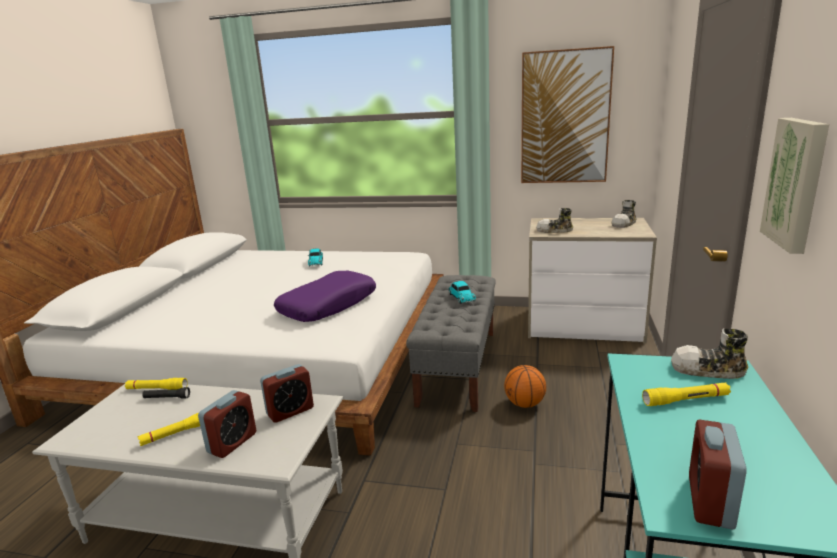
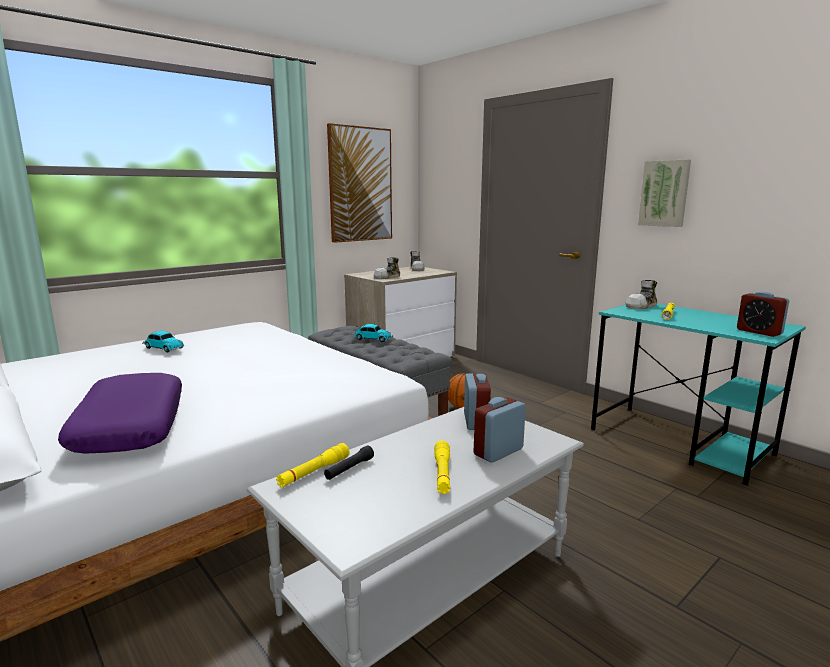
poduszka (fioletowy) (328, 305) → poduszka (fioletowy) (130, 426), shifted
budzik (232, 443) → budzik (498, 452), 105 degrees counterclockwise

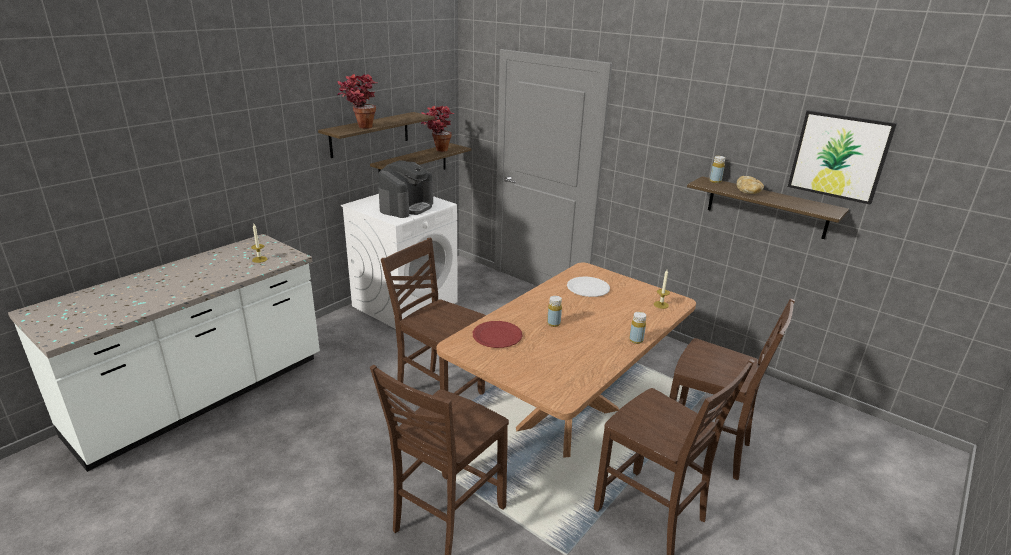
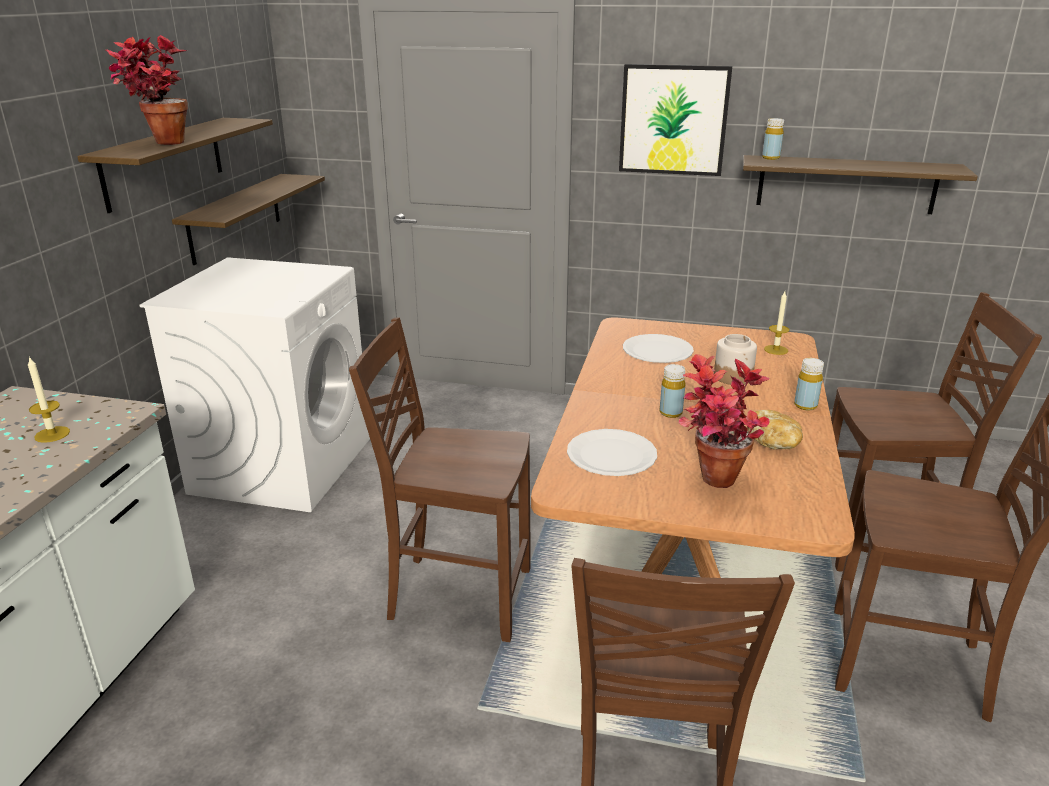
roślina doniczkowa (437, 150) → roślina doniczkowa (712, 485), shifted
obraz (839, 156) → obraz (673, 120), shifted
ekspres do kawy (407, 207) → -
chleb (748, 192) → chleb (773, 442), shifted
talerz (czerwony) (497, 336) → talerz (biały) (611, 455)
- → słoik (733, 377)

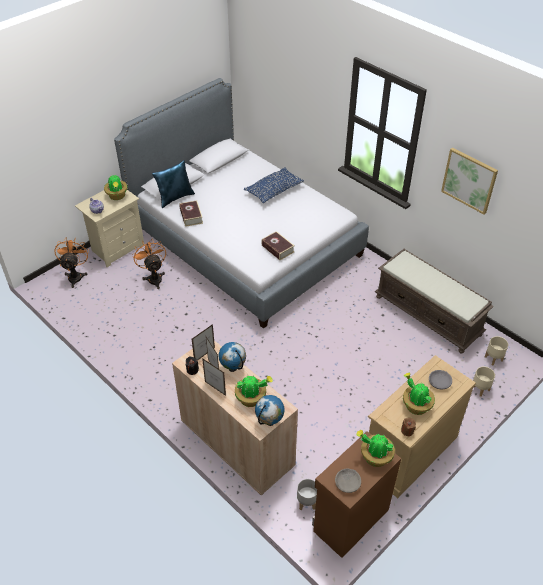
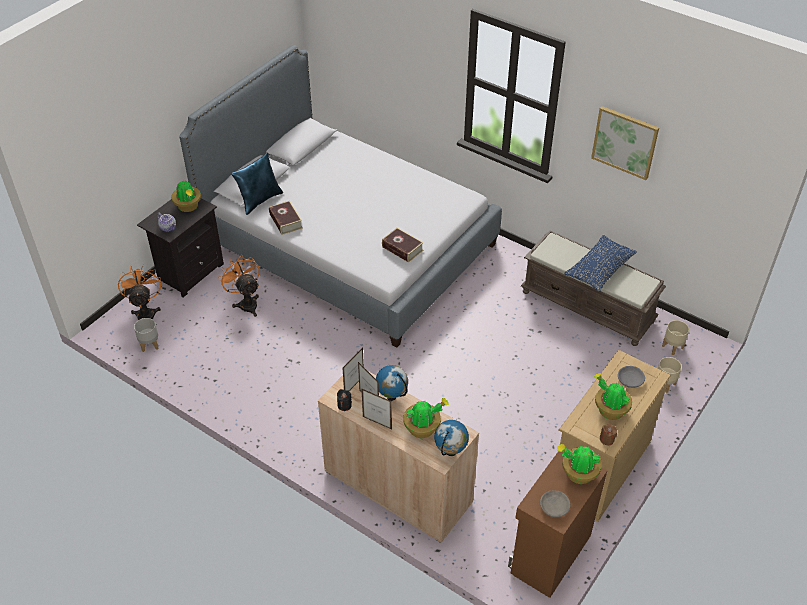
poduszka (niebieski) (274, 190) → poduszka (niebieski) (599, 269), shifted
szafka nocna (beżowy) (116, 248) → szafka nocna (czarny) (189, 272)
donica (szary) (306, 502) → donica (szary) (149, 344), shifted

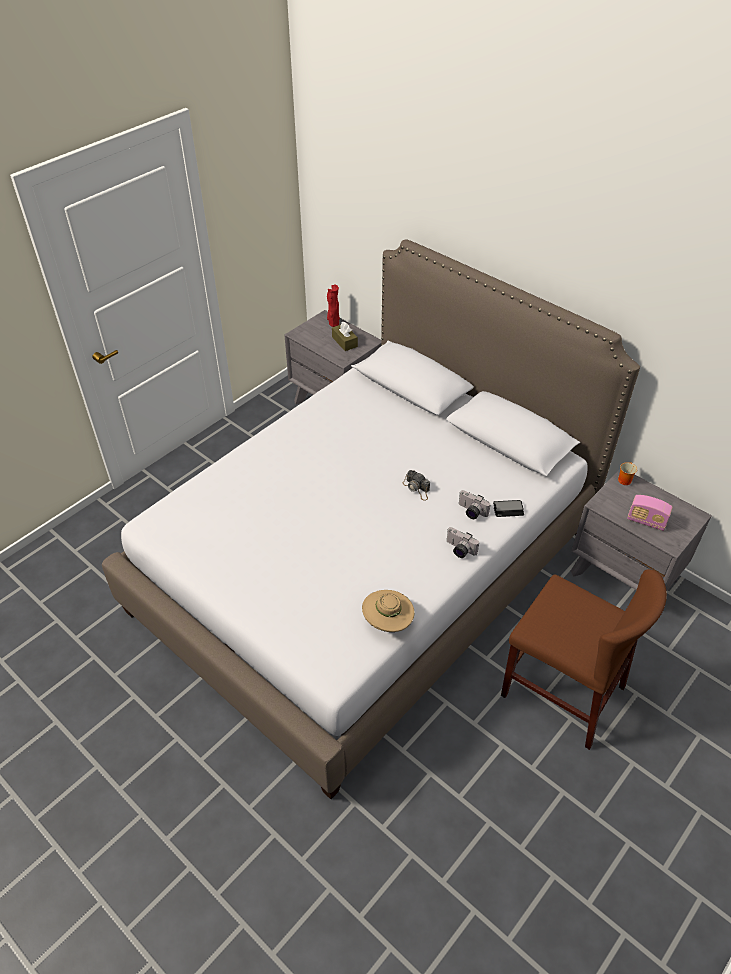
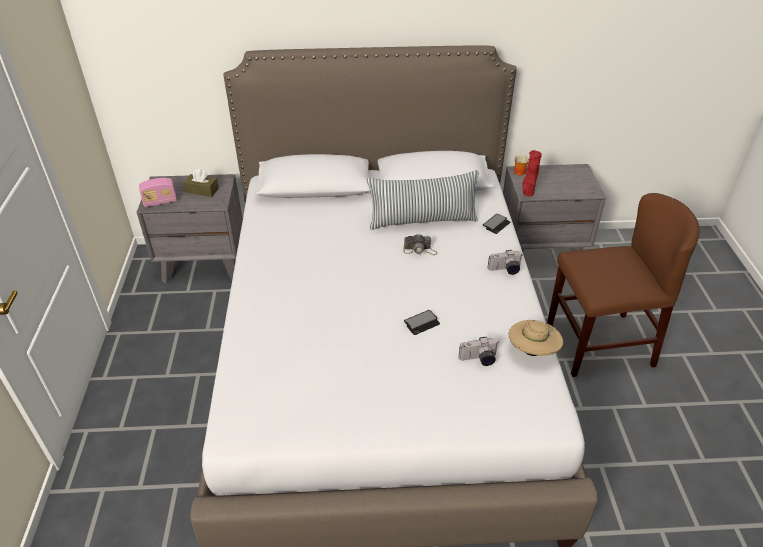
wazon (czerwony) (333, 324) → wazon (czerwony) (527, 193), shifted
aparat fotograficzny (471, 512) → aparat fotograficzny (479, 359), shifted
radio (646, 521) → radio (160, 202), shifted
- → poduszka (422, 220)
- → telefon (422, 323)

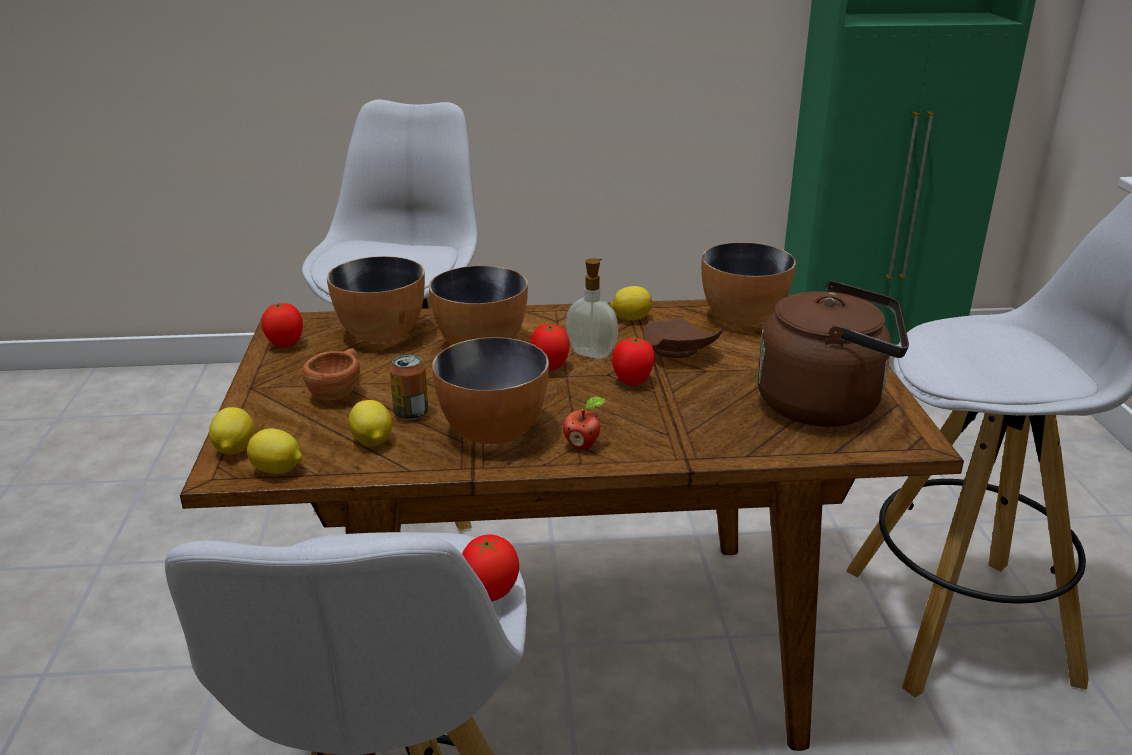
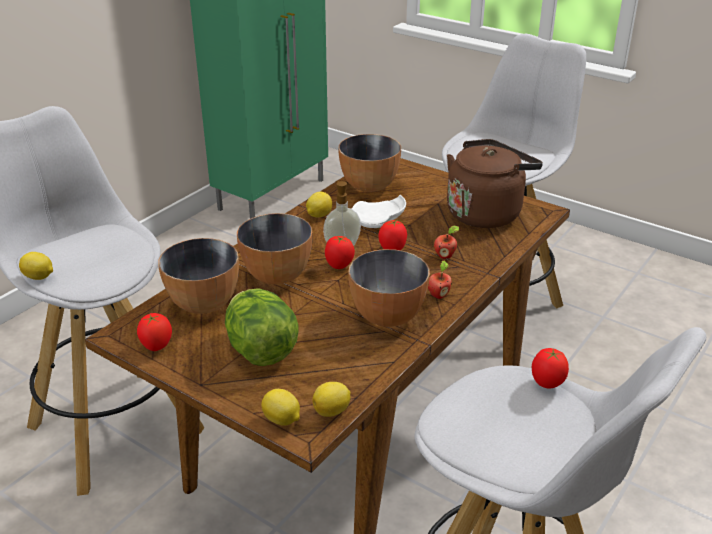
talerz (brązowy) (677, 352) → talerz (biały) (378, 222)
filiżanka (brązowy) (339, 392) → sałata (261, 350)
puszka (411, 413) → -
cytryna (372, 441) → cytryna (39, 277), shifted
- → jabłko (445, 256)

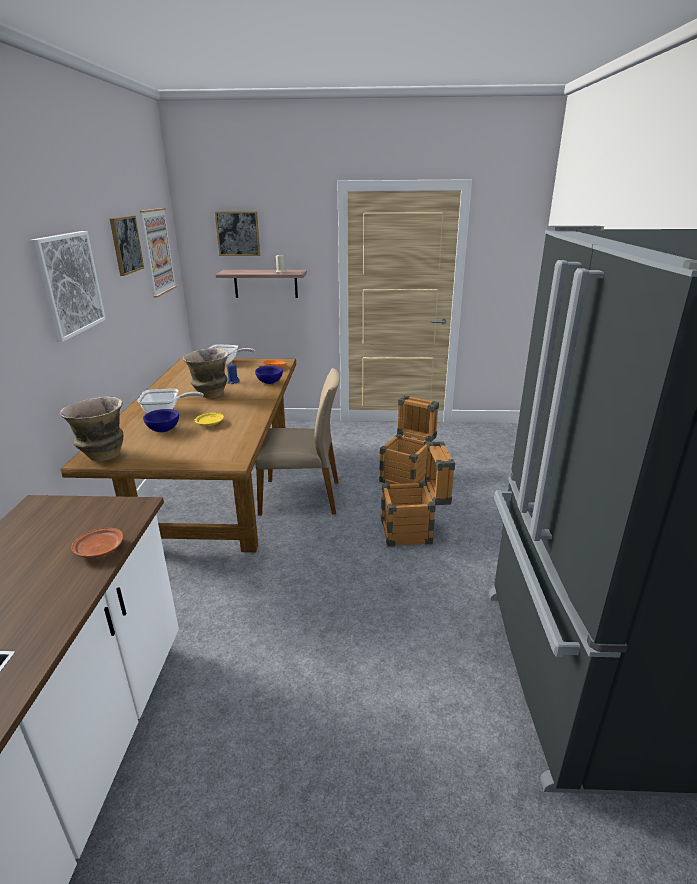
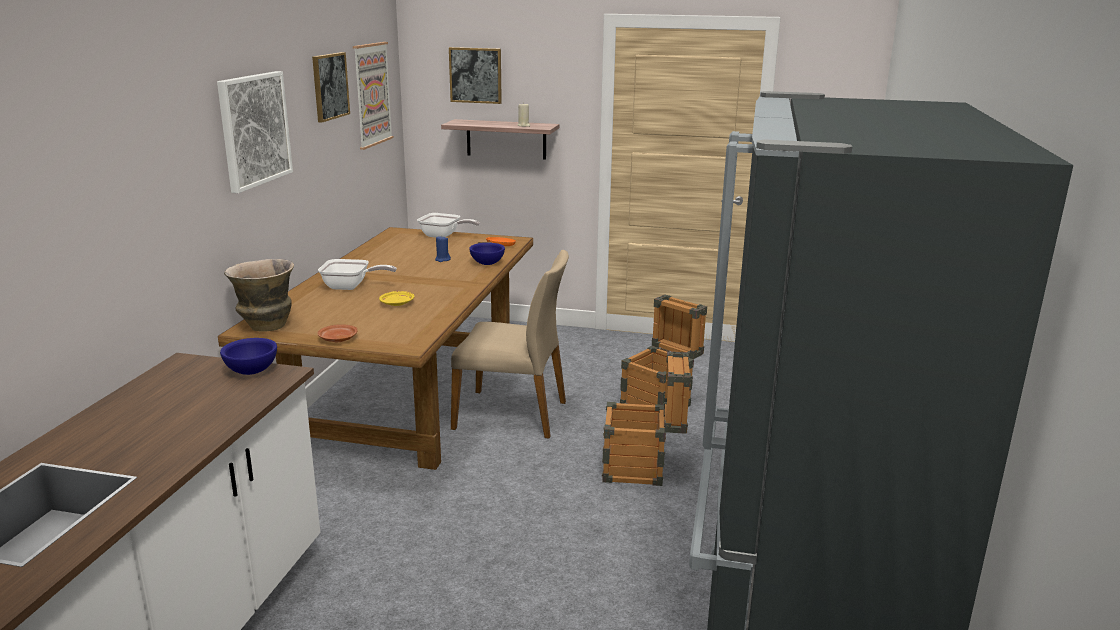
wazon (211, 395) → -
miska (niebieski) (163, 430) → miska (niebieski) (251, 371), shifted
talerz (brązowy) (99, 550) → talerz (brązowy) (337, 339), shifted

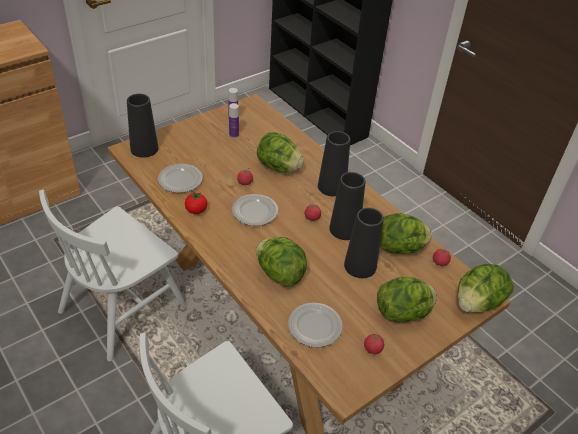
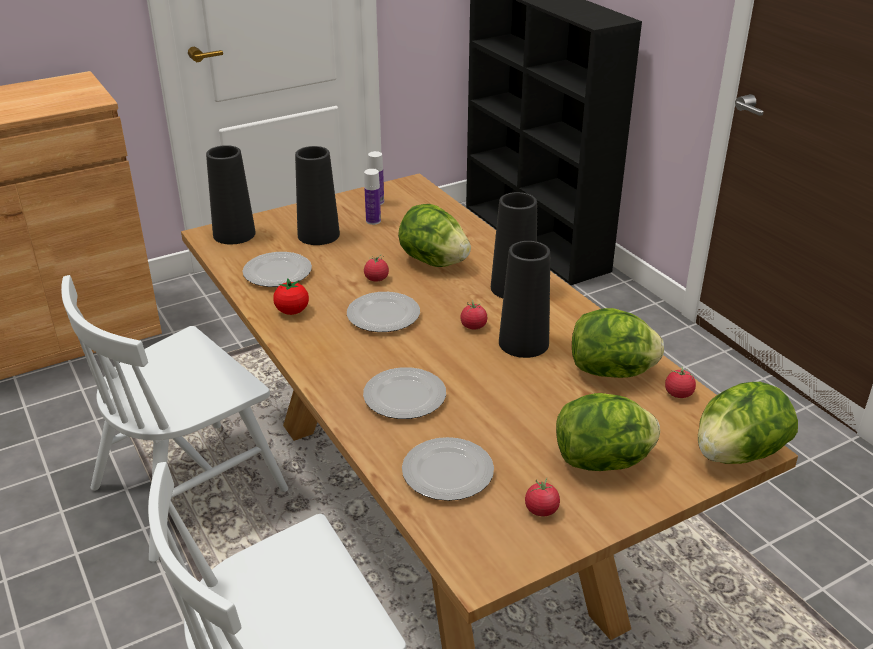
wazon (czarny) (360, 266) → wazon (czarny) (318, 235), shifted
sałata (279, 274) → talerz (404, 397)

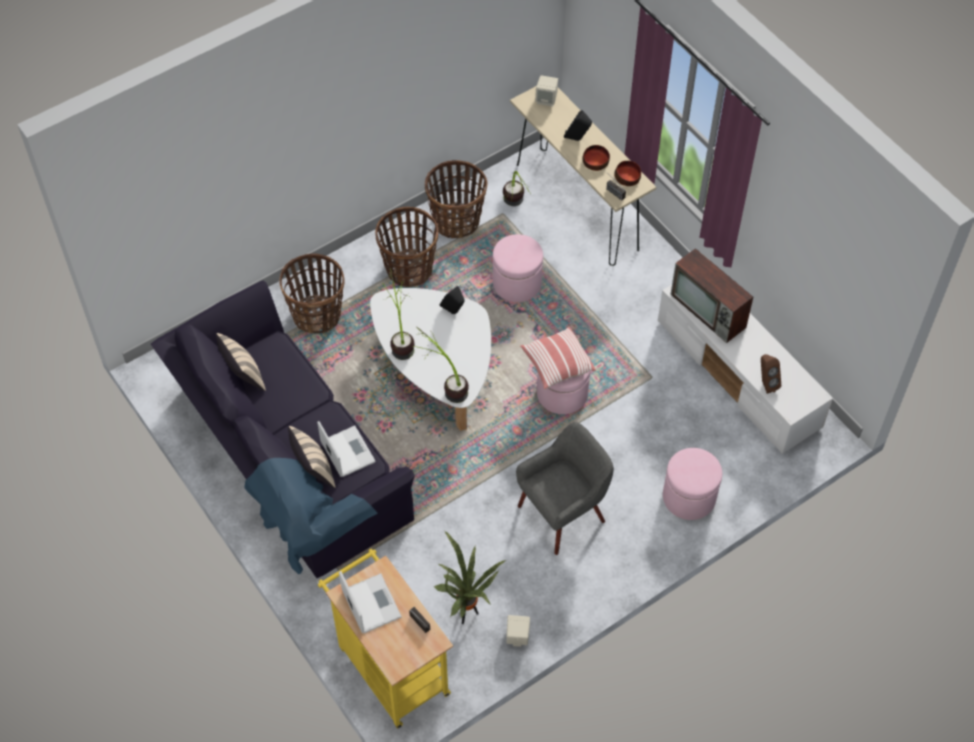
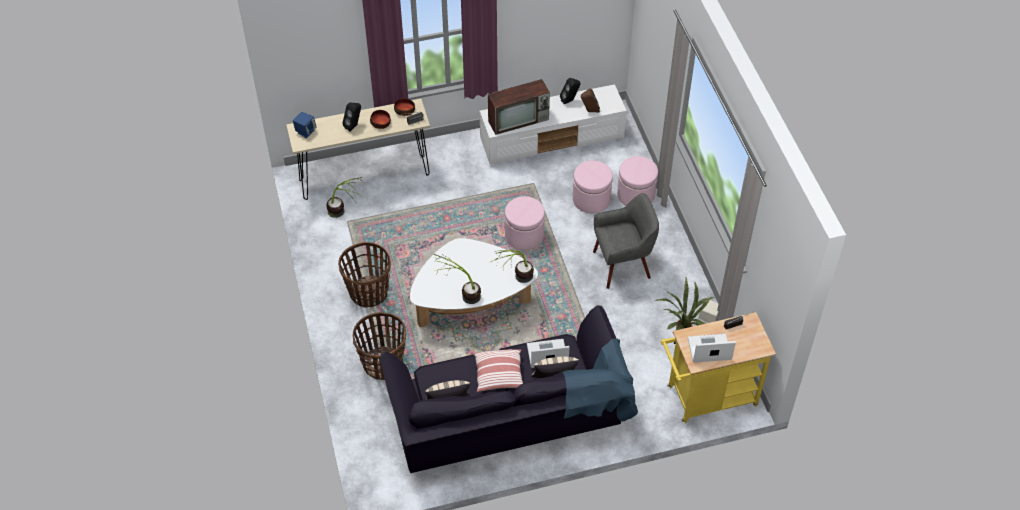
głośnik (beżowy) (546, 99) → głośnik (niebieski) (305, 131)
koszyk (456, 221) → -
pufa (różowy) (517, 283) → pufa (różowy) (591, 199), shifted
głośnik (czarny) (454, 312) → głośnik (czarny) (570, 100), shifted
poduszka (557, 364) → poduszka (499, 376), shifted
fotel (szary) (563, 514) → fotel (szary) (622, 265), 90 degrees clockwise

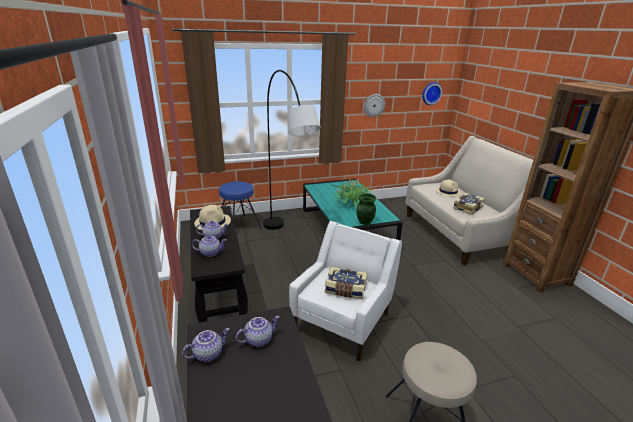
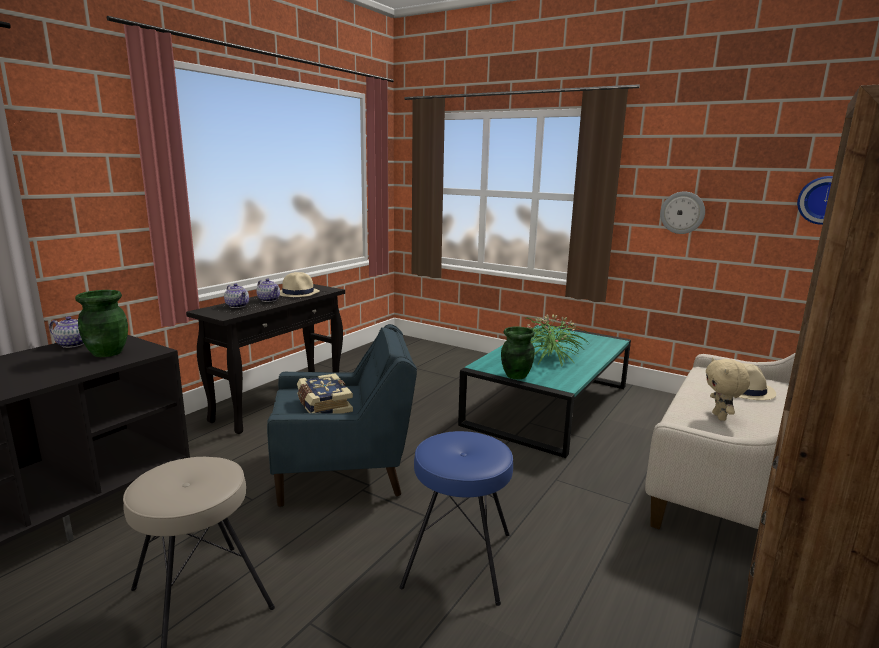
lampa stojąca (szary) (288, 243) → -
stołek (niebieski) (239, 225) → stołek (niebieski) (459, 559), shifted
książka (467, 208) → pluszak (beżowy) (720, 417)
fotel (biały) (343, 321) → fotel (niebieski) (344, 471)
imbryk (258, 339) → wazon (zielony) (107, 353)

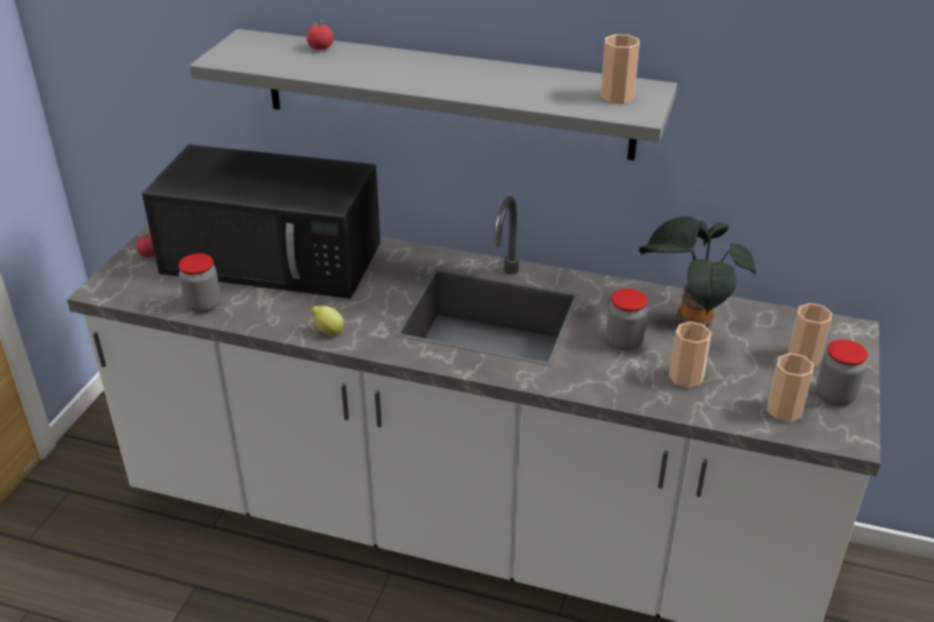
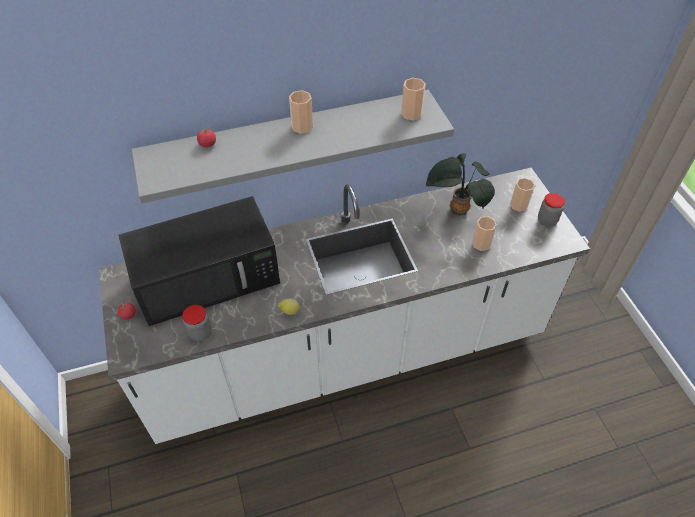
słoik (624, 342) → -
filiżanka (784, 410) → filiżanka (302, 126), shifted

